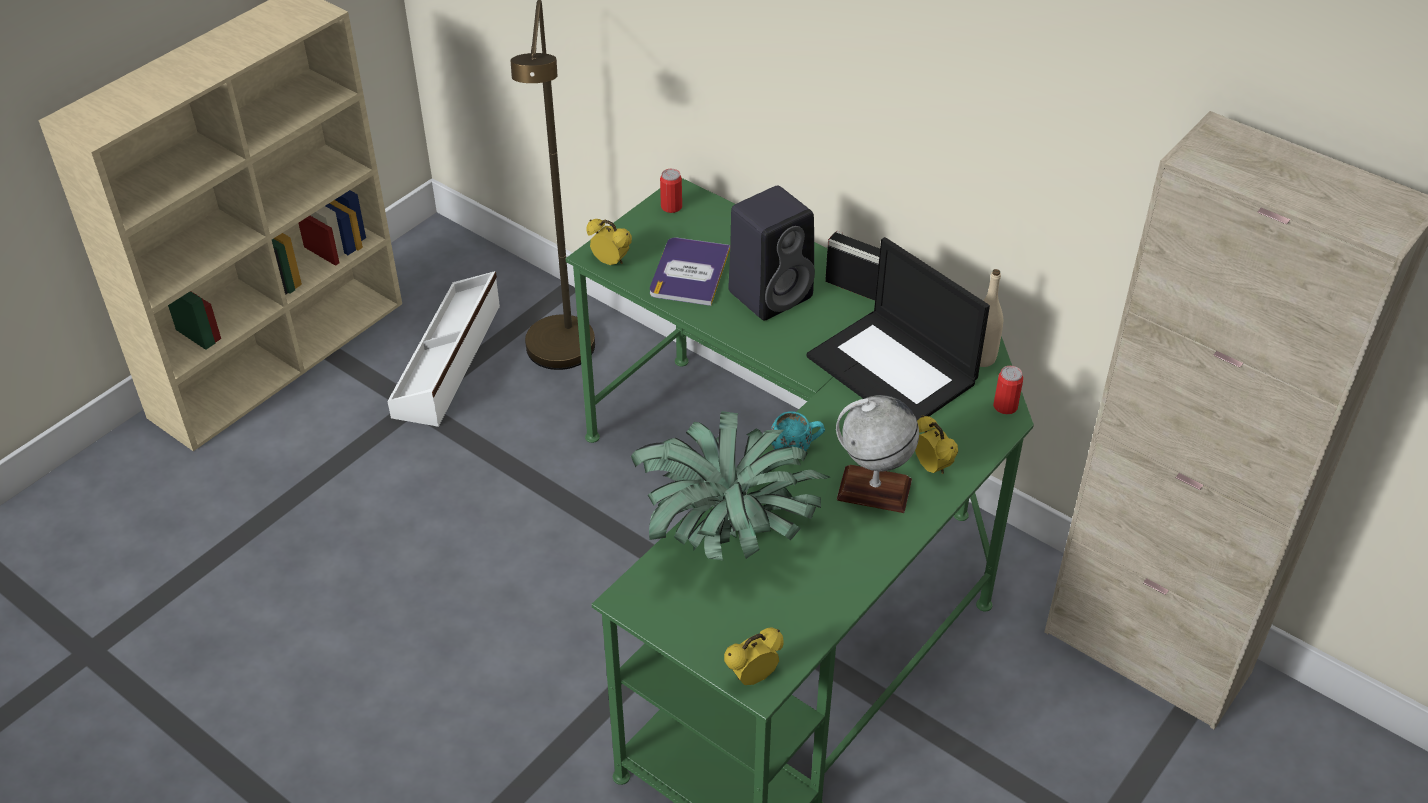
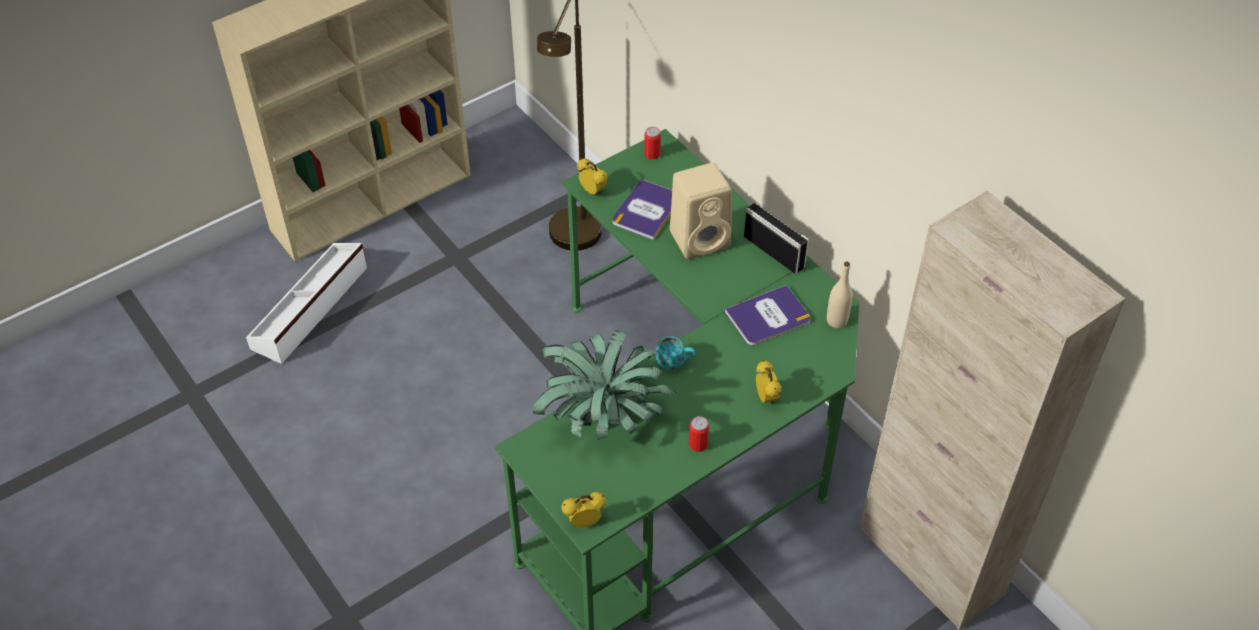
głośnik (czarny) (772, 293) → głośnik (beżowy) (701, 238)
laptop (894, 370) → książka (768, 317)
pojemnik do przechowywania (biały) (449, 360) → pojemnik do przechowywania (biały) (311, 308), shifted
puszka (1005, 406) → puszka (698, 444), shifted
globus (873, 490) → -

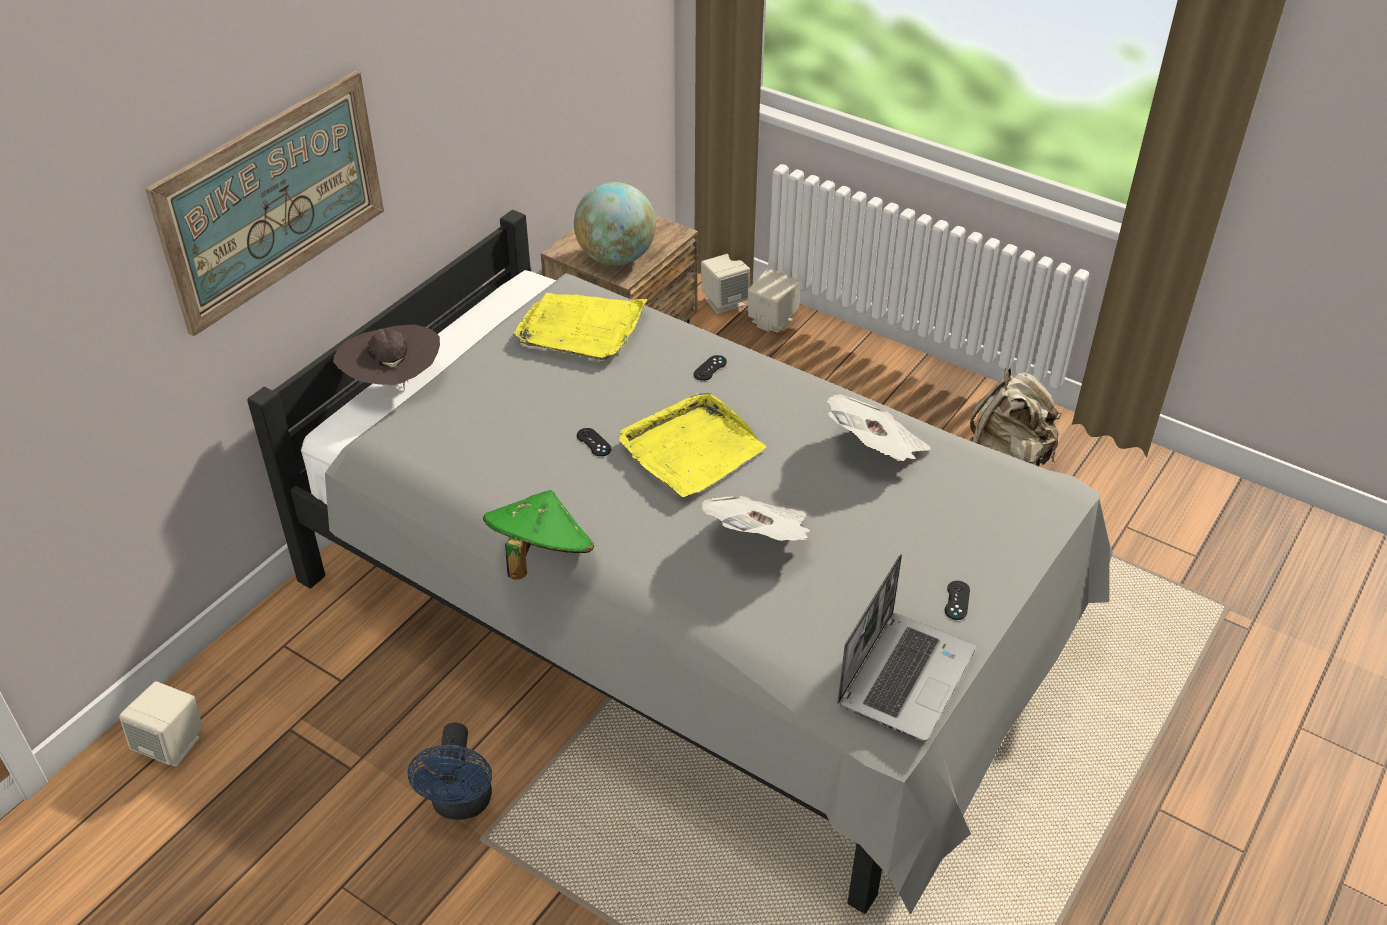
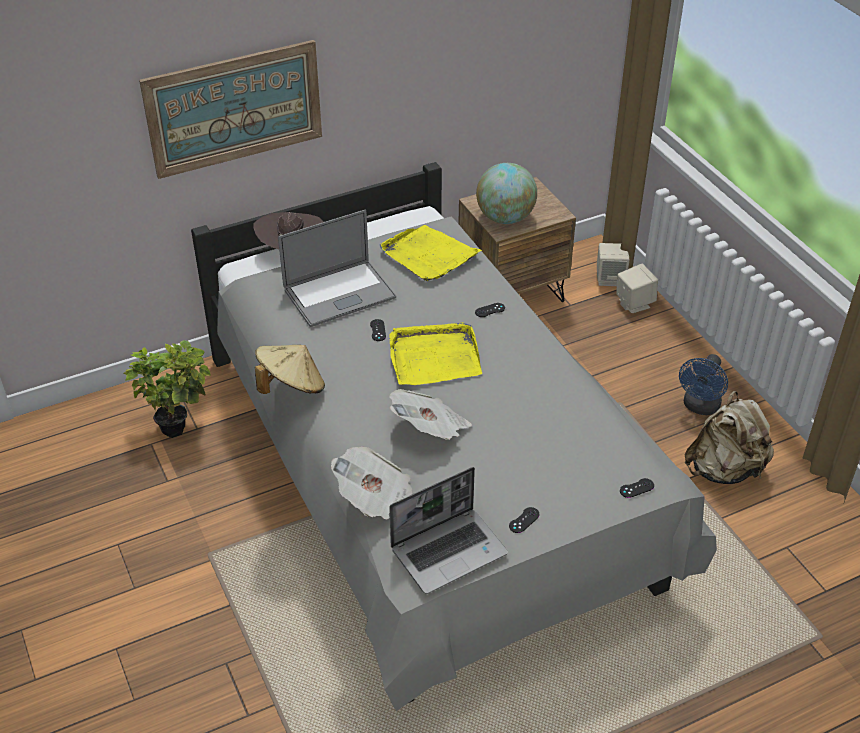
gazeta (876, 450) → gazeta (377, 500), shifted
kapelusz (zielony) (540, 557) → kapelusz (beżowy) (291, 387)
głośnik (beżowy) (172, 745) → -
wentylator (niebieski) (461, 805) → wentylator (niebieski) (700, 407), shifted
- → laptop (339, 293)
- → roślina doniczkowa (179, 426)
- → pad do gier (czarny) (636, 488)

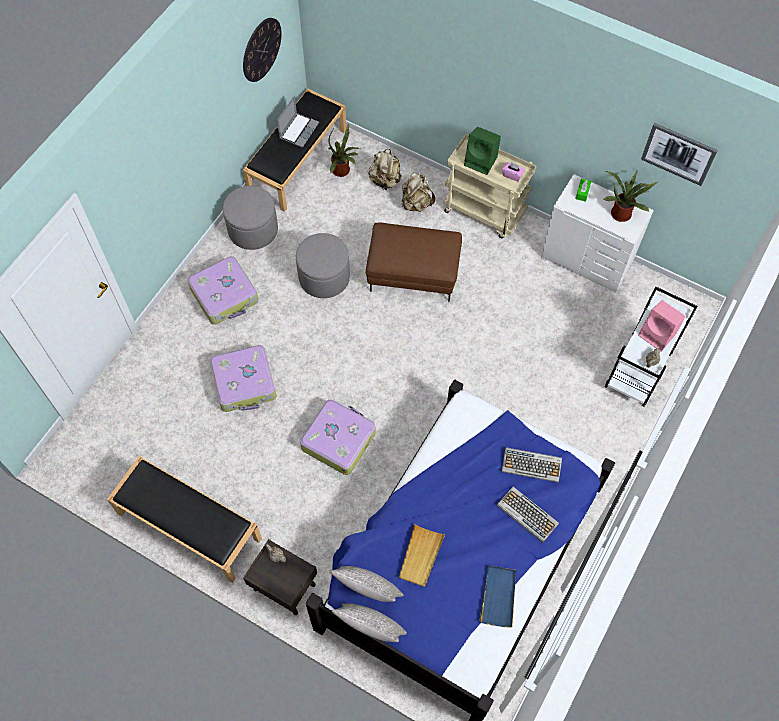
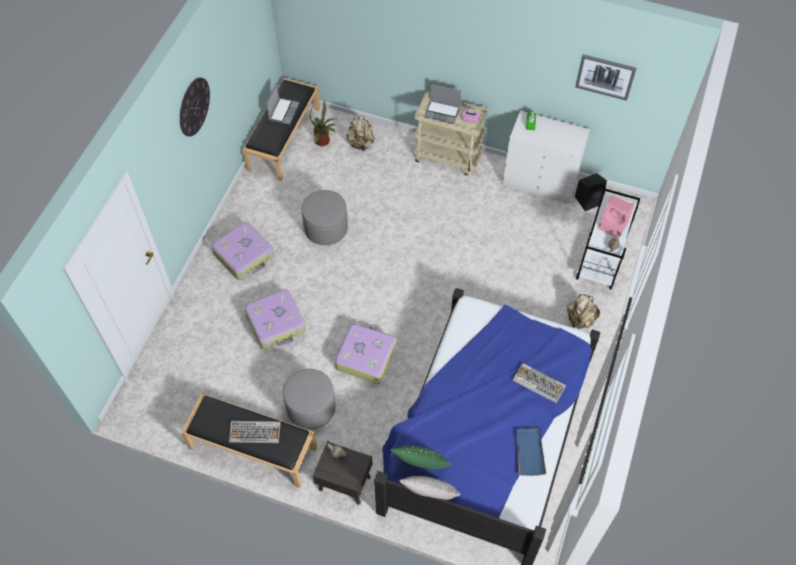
zegar ścienny (261, 49) → zegar ścienny (194, 106), shifted
głośnik (zielony) (481, 161) → laptop (442, 112)
roślina doniczkowa (622, 212) → -
plecak (beżowy) (416, 203) → plecak (beżowy) (580, 319), shifted
pufa (szary) (253, 229) → pufa (szary) (311, 407), shifted
pufa (brązowy) (413, 274) → -
klawiatura (532, 465) → klawiatura (255, 432), shifted
taca (beżowy) (420, 556) → -
poduszka (szary) (367, 590) → poduszka (zielony) (420, 466)
- → głośnik (czarny) (589, 200)

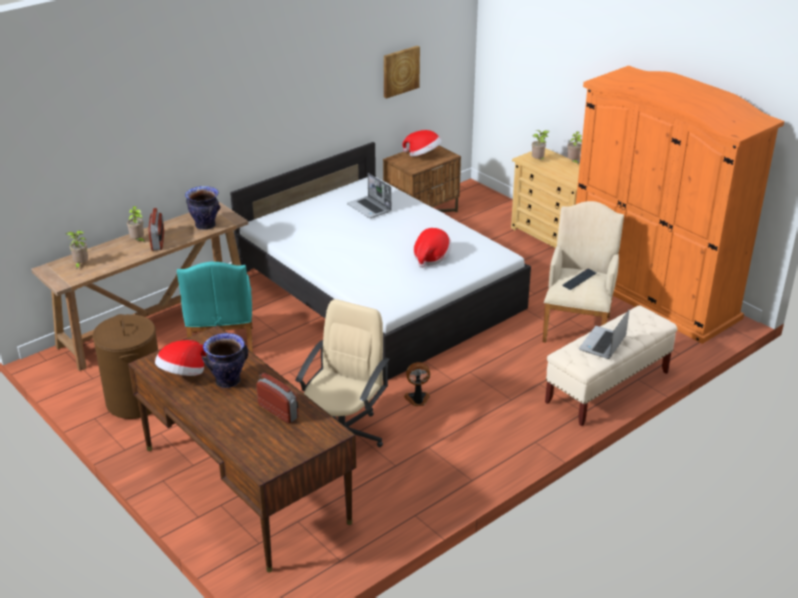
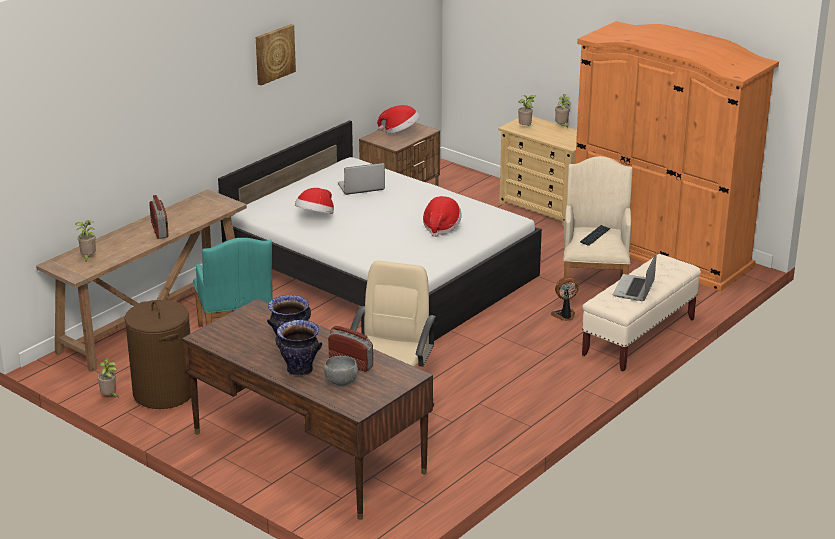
obraz (400, 71) → obraz (274, 54), shifted
laptop (370, 208) → laptop (360, 187), 120 degrees clockwise
wazon (205, 225) → wazon (300, 370), shifted
roślina doniczkowa (138, 241) → roślina doniczkowa (109, 396), shifted
kapelusz (183, 374) → kapelusz (315, 217), shifted
wentylator (417, 399) → wentylator (564, 316), shifted
- → miska (szary) (341, 383)

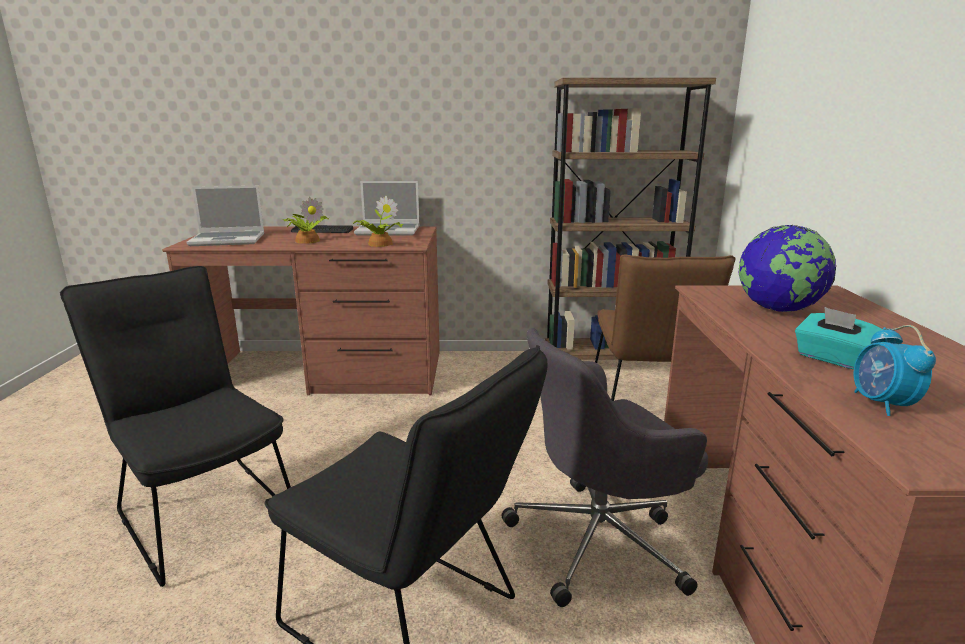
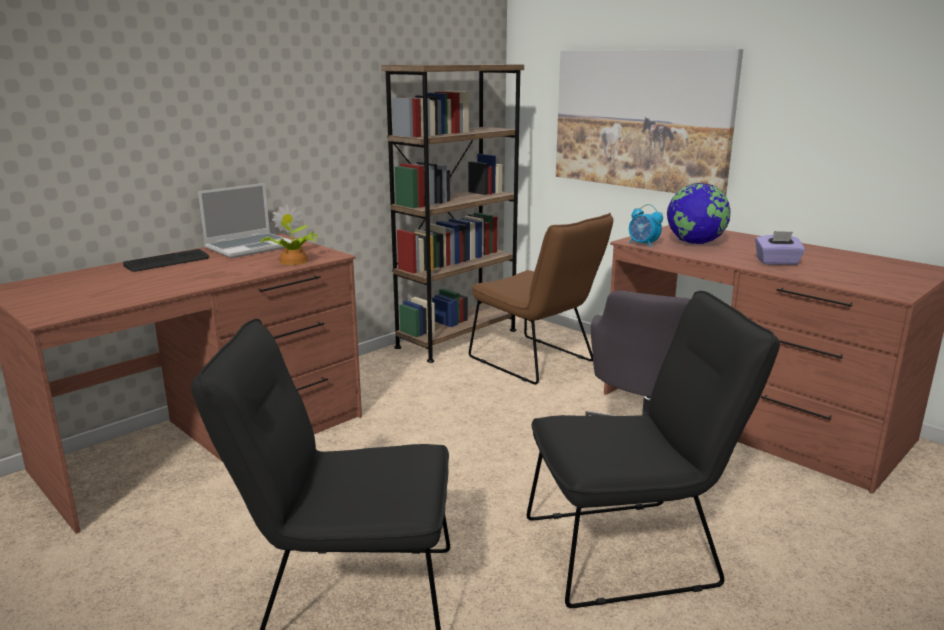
laptop (229, 240) → -
roślina doniczkowa (307, 240) → -
pudełko chusteczek (turkusowy) (832, 359) → pudełko chusteczek (fioletowy) (777, 262)
budzik (882, 404) → budzik (643, 244), shifted
- → obraz (640, 120)

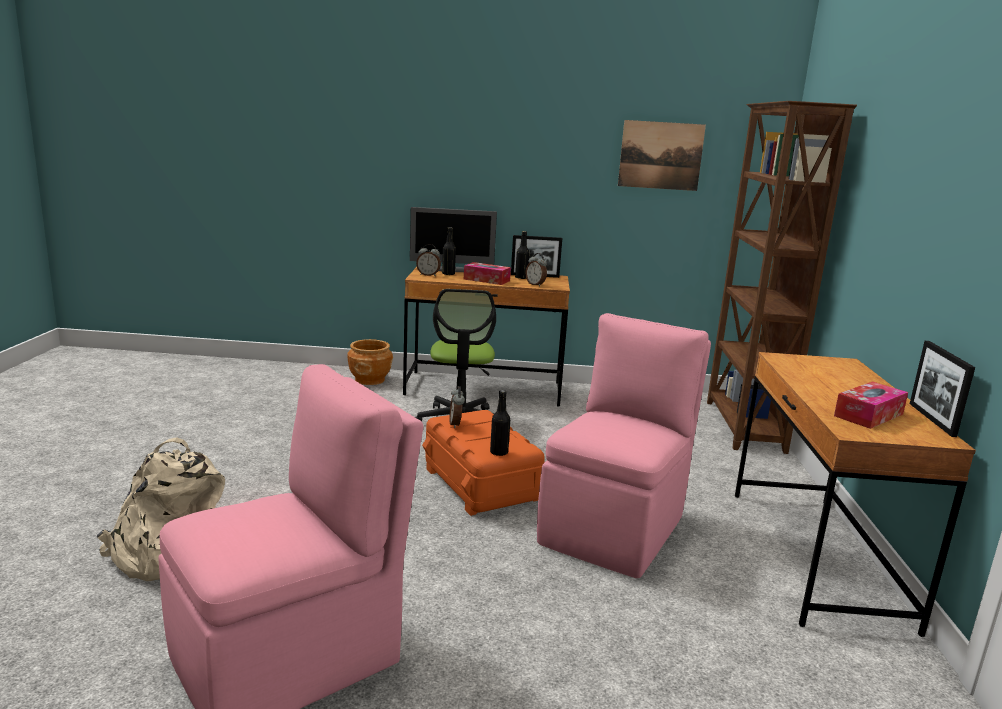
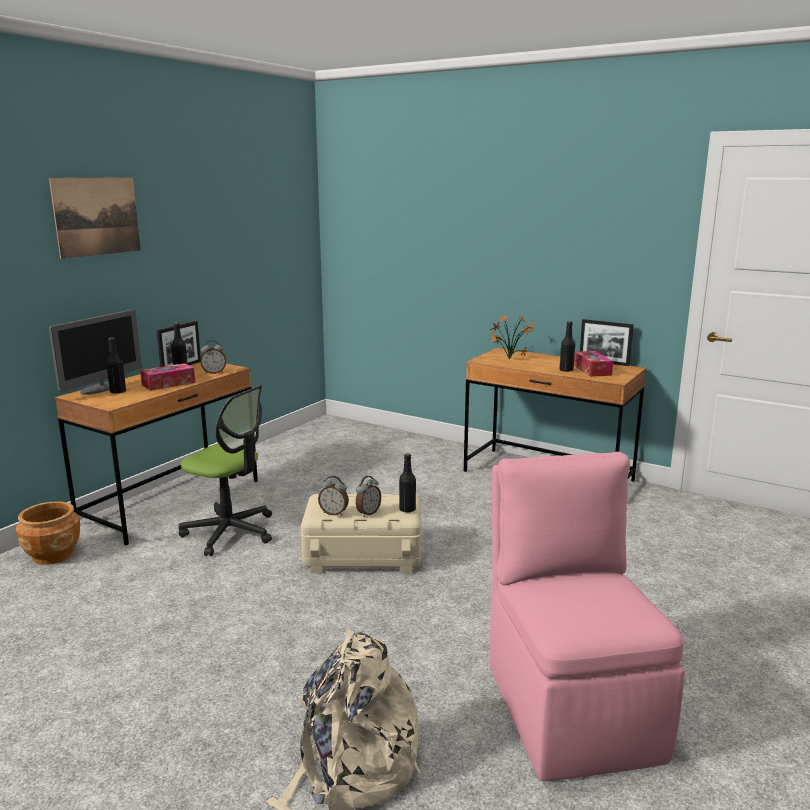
regał (brązowy) (743, 426) → -
obraz (660, 155) → obraz (97, 216), shifted
budzik (428, 275) → budzik (368, 513), shifted
krzesło (różowy) (614, 528) → -
pojemnik do przechowywania (pomarańczowy) (481, 484) → pojemnik do przechowywania (beżowy) (363, 554)
- → roślina doniczkowa (508, 359)
- → butelka (czarny) (566, 370)

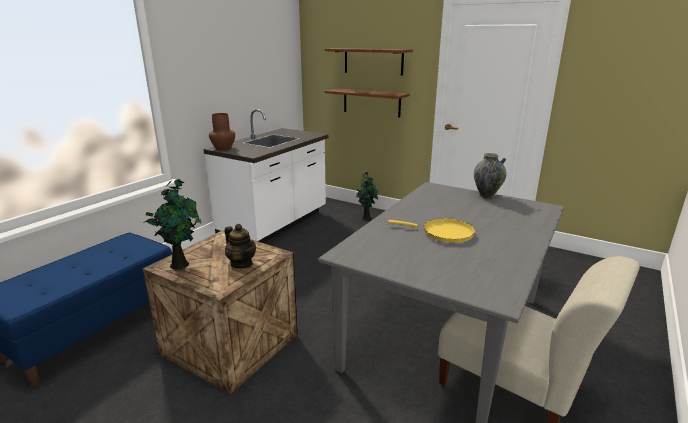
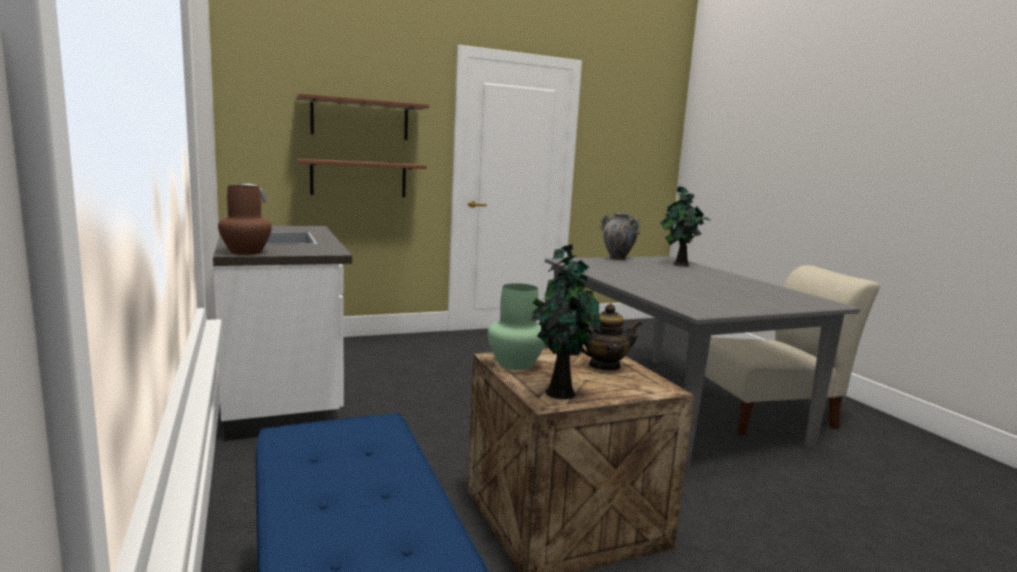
roślina doniczkowa (366, 218) → roślina doniczkowa (679, 265), shifted
patelnia (żółty) (443, 233) → -
- → wazon (zielony) (515, 364)

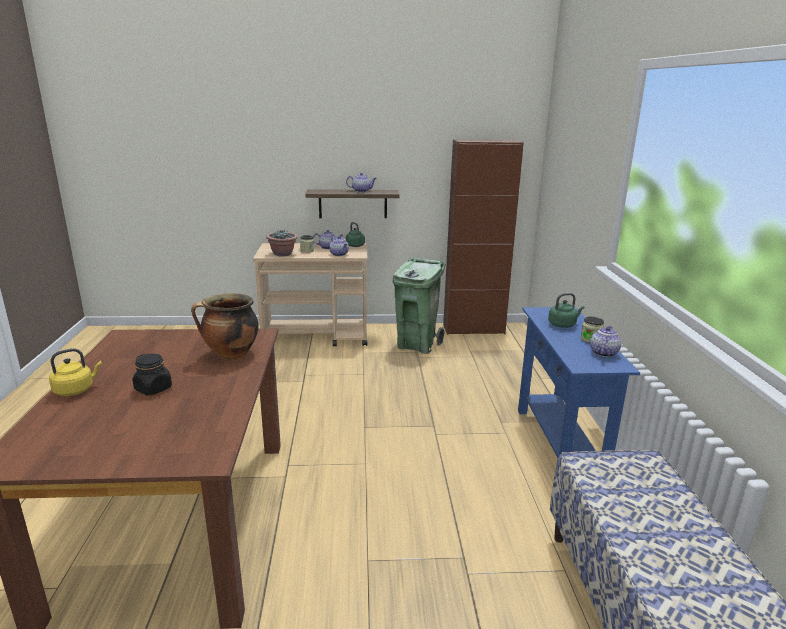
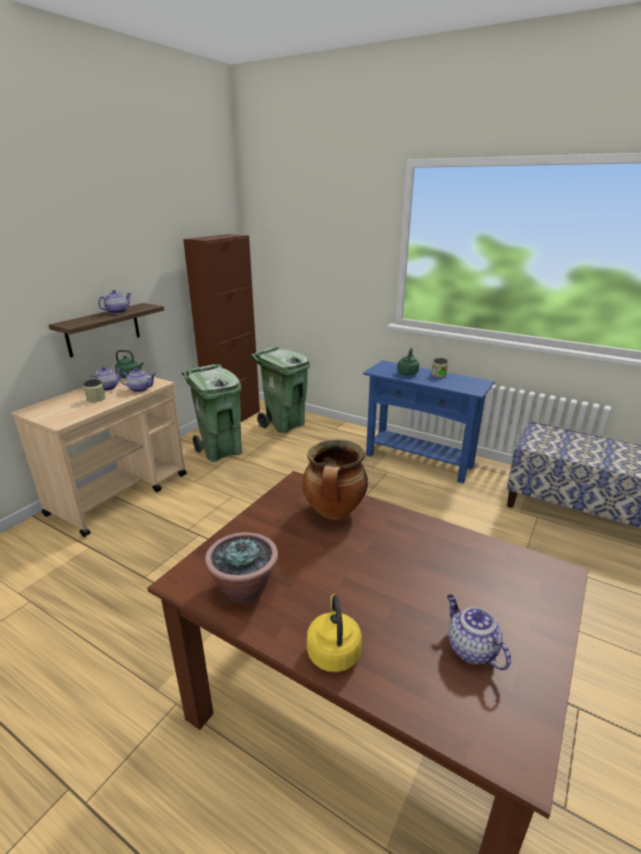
roślina doniczkowa (283, 254) → roślina doniczkowa (244, 587), shifted
imbryk (603, 353) → imbryk (470, 648), shifted
słoik (czarny) (153, 389) → -
- → kosz na śmieci (zielony) (284, 424)

